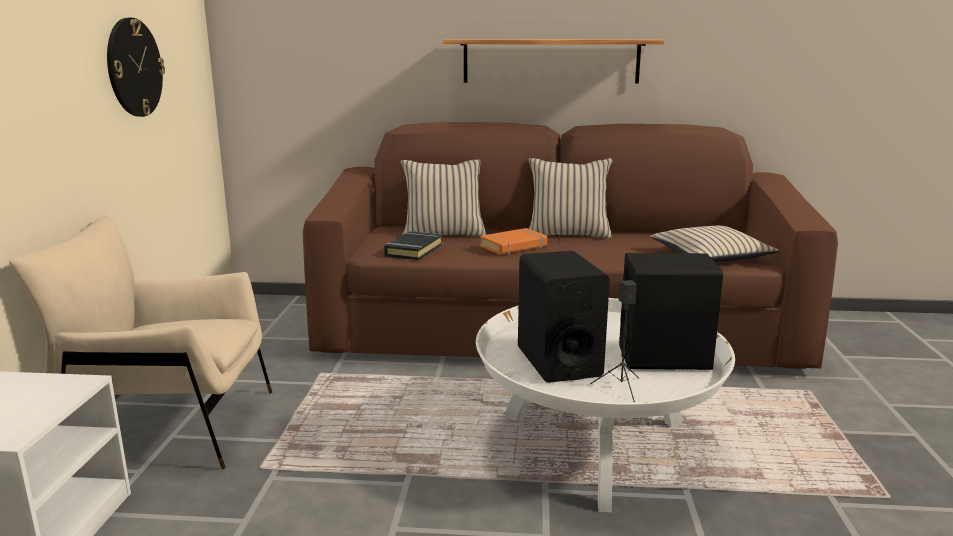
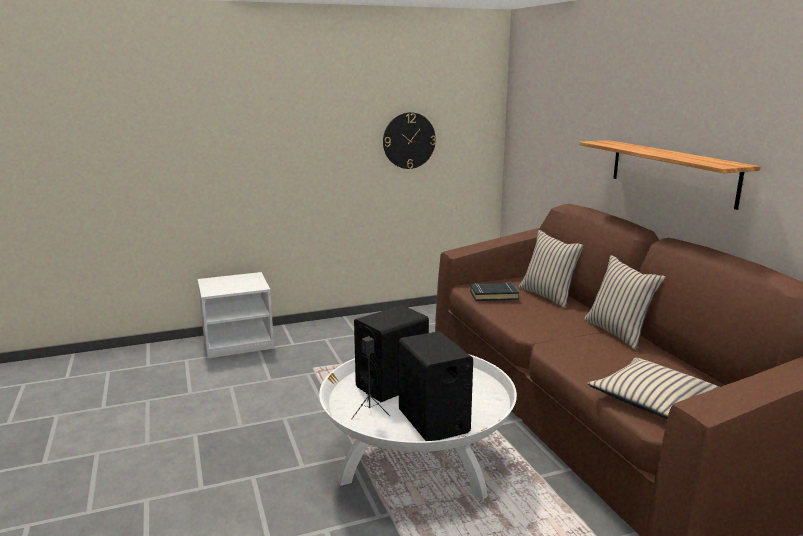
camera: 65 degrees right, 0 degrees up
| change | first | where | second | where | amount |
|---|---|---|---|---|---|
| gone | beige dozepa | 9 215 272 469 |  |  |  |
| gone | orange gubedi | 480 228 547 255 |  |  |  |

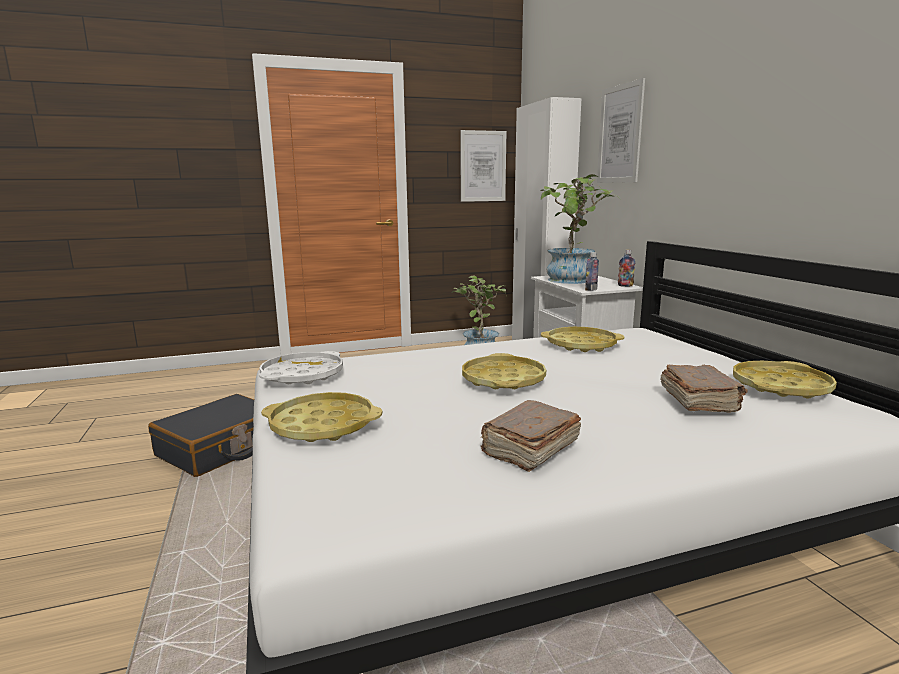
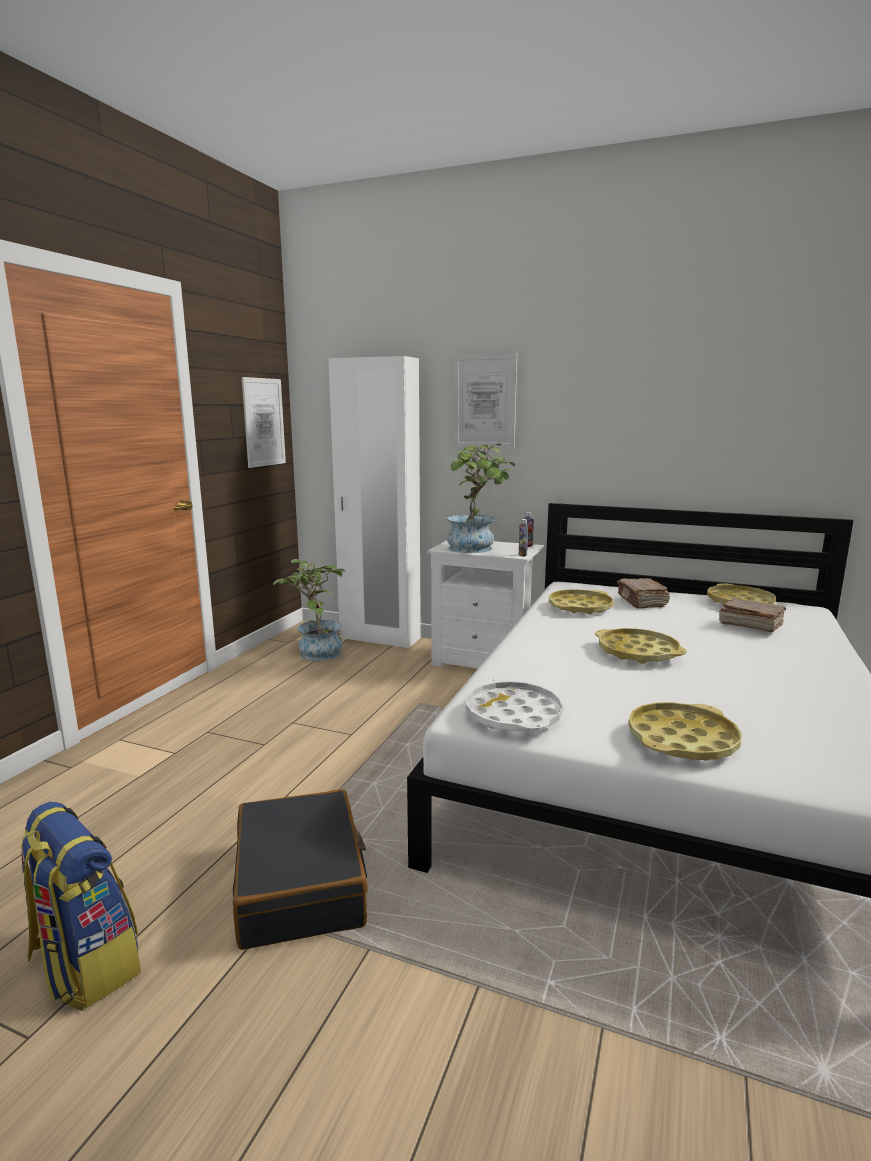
camera: 50 degrees left, 0 degrees up
| change | first | where | second | where | amount |
|---|---|---|---|---|---|
| new |  |  | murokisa | 20 802 141 1011 |  |
| shifted | brown gubedi | 481 400 581 472 |  | 617 578 670 609 |  |

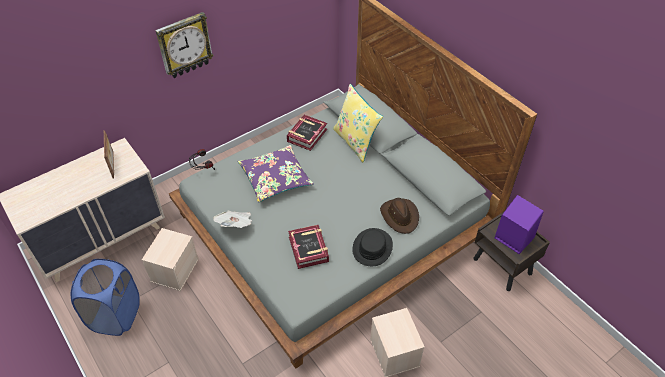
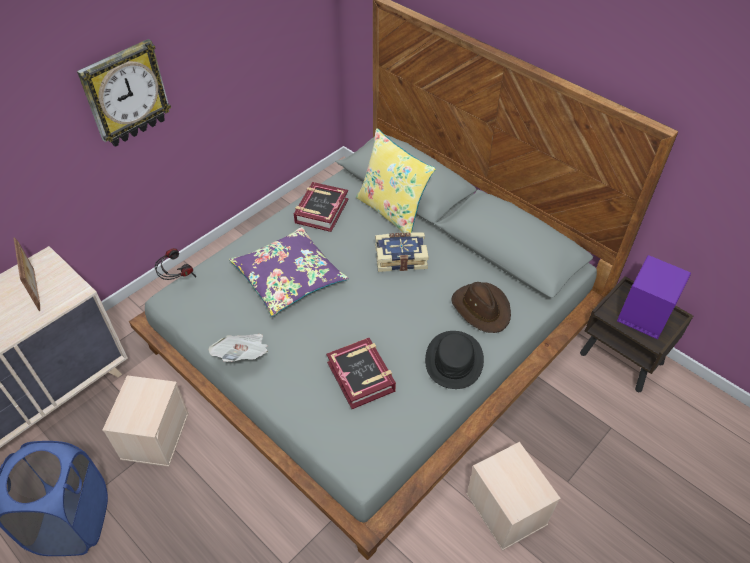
camera: 10 degrees left, 0 degrees up
| change | first | where | second | where | amount |
|---|---|---|---|---|---|
| new |  |  | gubedi | 375 232 429 272 |  |

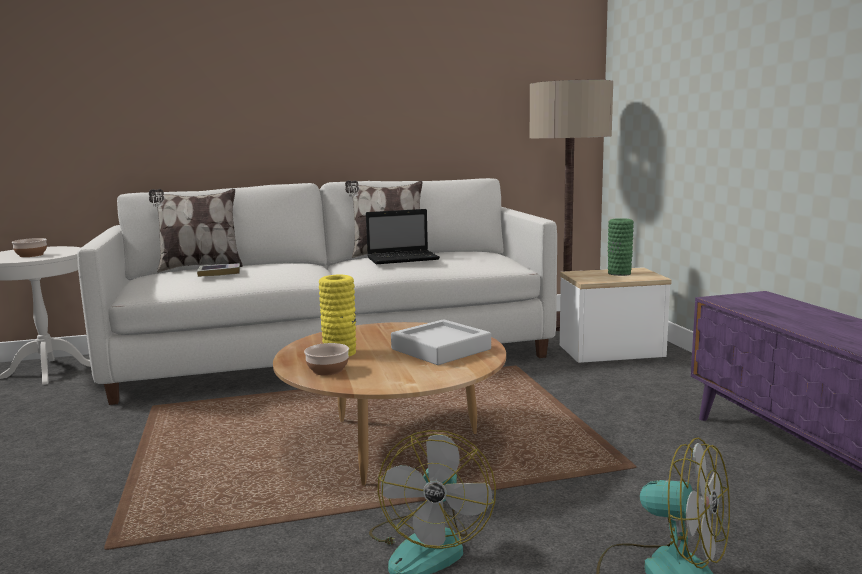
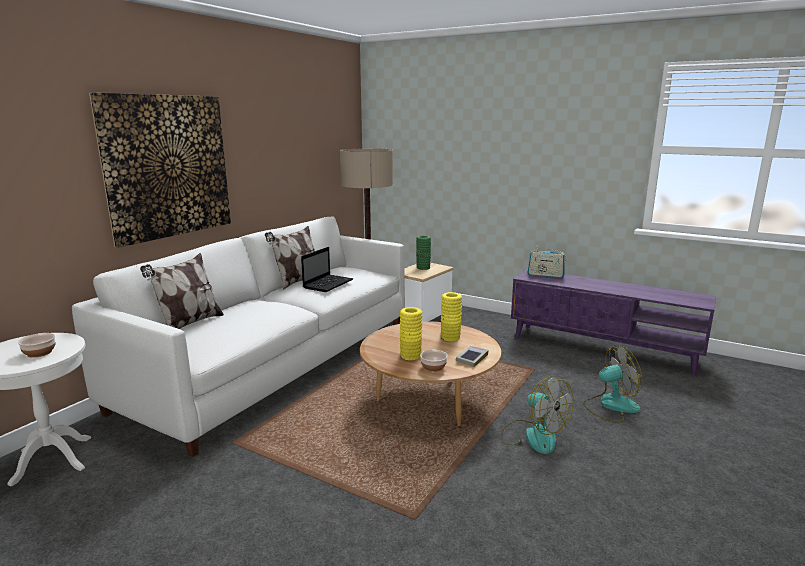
camera: 45 degrees left, 5 degrees up
| change | first | where | second | where | amount |
|---|---|---|---|---|---|
| new |  |  | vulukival | 89 92 231 248 |  |
| new |  |  | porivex | 527 249 566 278 |  |
| shifted | gubedi | 197 263 240 277 |  | 456 346 489 367 |  |
| swapped | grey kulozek | 391 319 491 365 | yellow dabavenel | 441 292 462 341 |  |

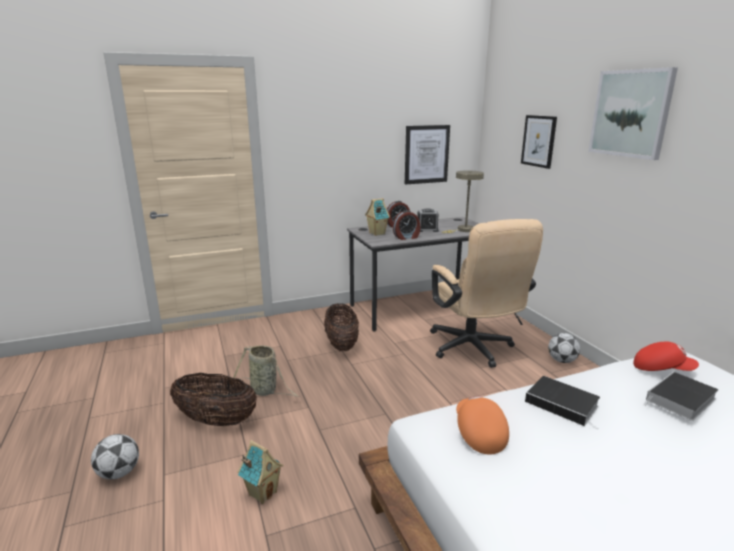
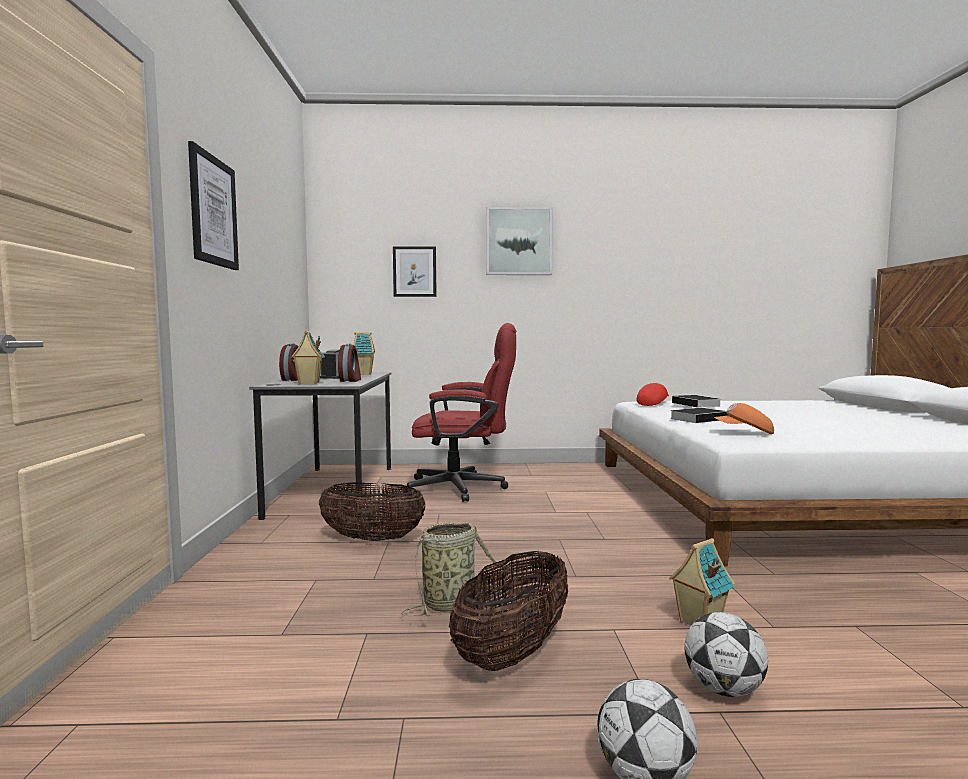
camera: 70 degrees left, 15 degrees down
| change | first | where | second | where | amount |
|---|---|---|---|---|---|
| shifted | vulukival | 405 125 450 185 |  | 188 141 239 270 |  |
| shifted | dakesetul | 548 333 580 363 |  | 684 612 768 697 |  |
| swapped | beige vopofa | 442 170 484 233 | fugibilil | 353 332 375 375 |  |
| repainted | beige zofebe | 430 219 543 368 | red zofebe | 404 323 516 502 |  |

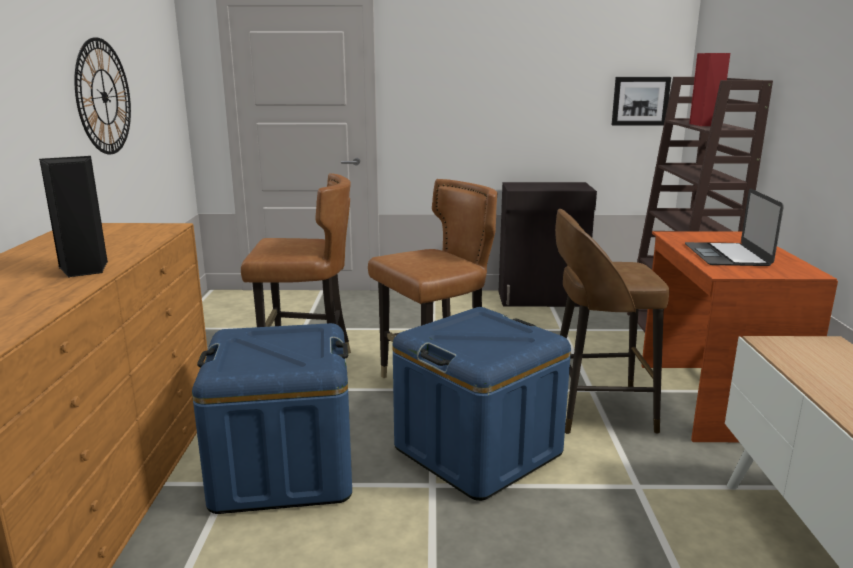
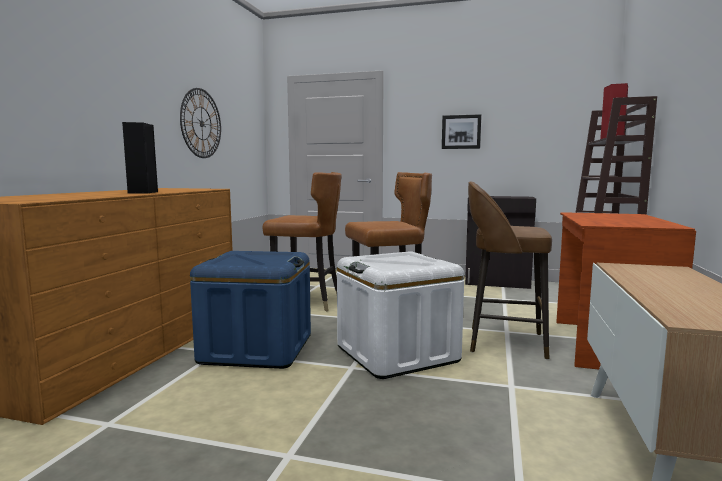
camera: 15 degrees right, 10 degrees down
| change | first | where | second | where | amount |
|---|---|---|---|---|---|
| gone | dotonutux | 685 188 784 266 |  |  |  |
| shifted | vulukival | 612 77 671 125 |  | 442 114 481 149 |  |
| repainted | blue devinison | 393 307 571 501 | white devinison | 337 251 464 379 |  |

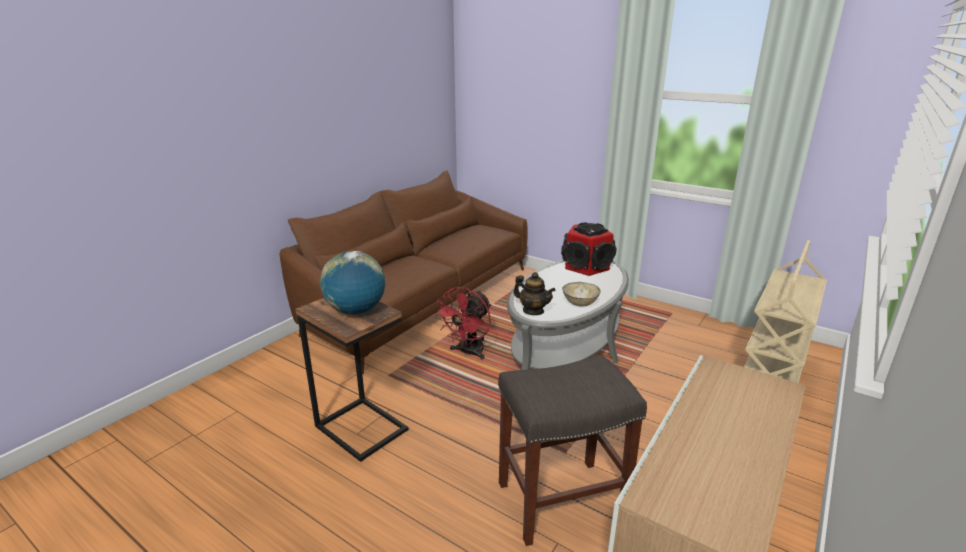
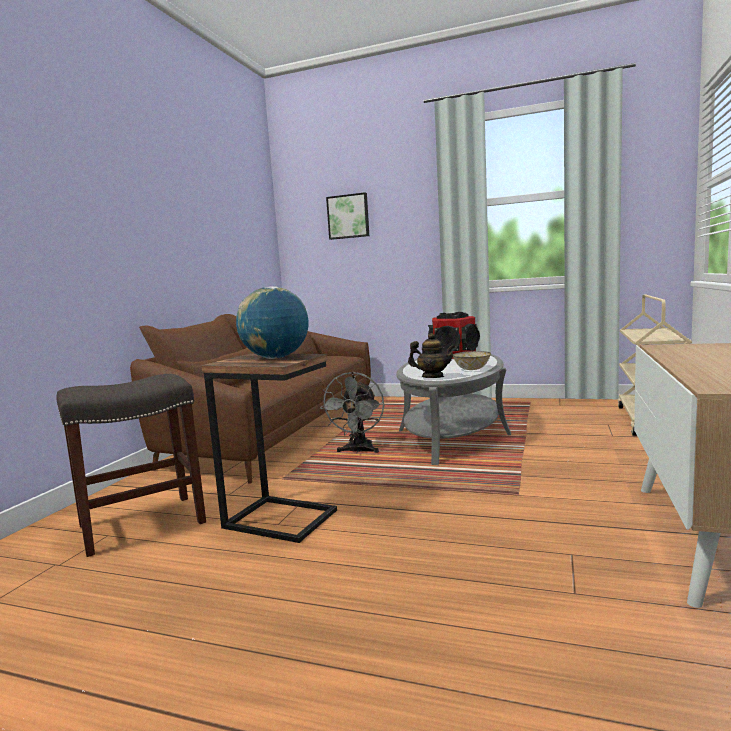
camera: 15 degrees left, 15 degrees down
| change | first | where | second | where | amount |
|---|---|---|---|---|---|
| new |  |  | vulukival | 326 192 369 240 |  |
| shifted | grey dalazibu | 498 355 647 546 |  | 57 374 206 557 |  |
| repainted | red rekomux | 434 287 491 359 | grey rekomux | 320 372 384 453 |  |

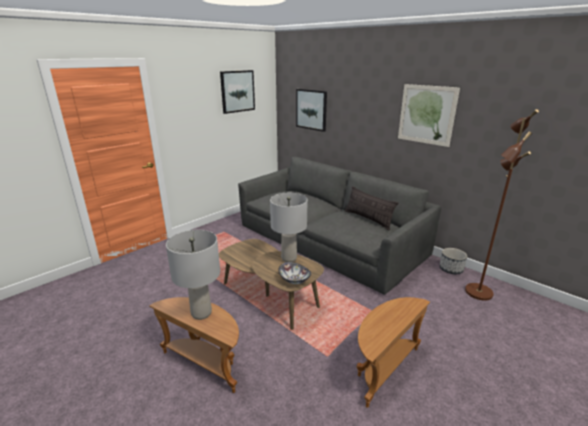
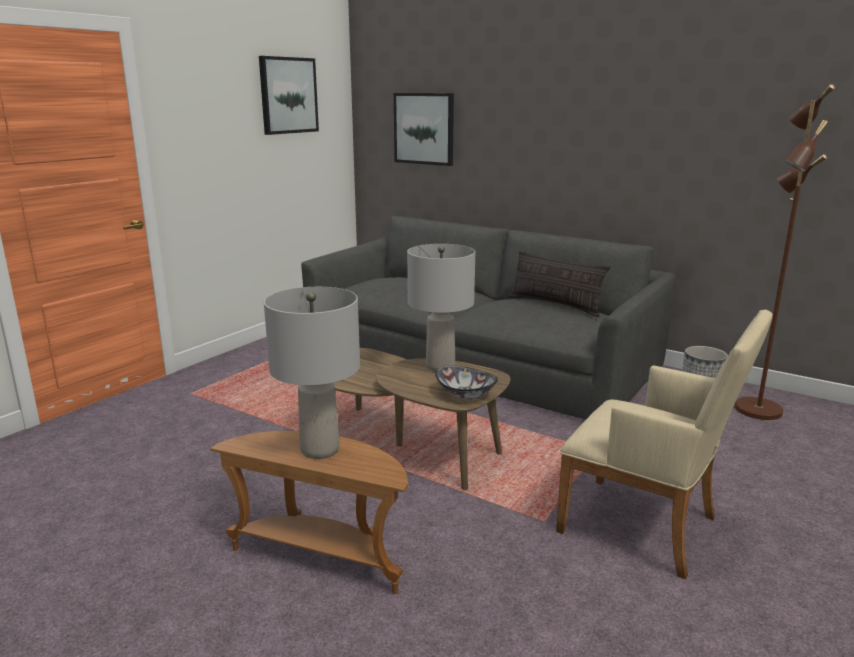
camera: 10 degrees left, 5 degrees down
| change | first | where | second | where | amount |
|---|---|---|---|---|---|
| gone | vulukival | 398 84 460 147 |  |  |  |
| swapped | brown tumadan | 356 297 430 408 | beige dozepa | 556 310 773 579 |  |

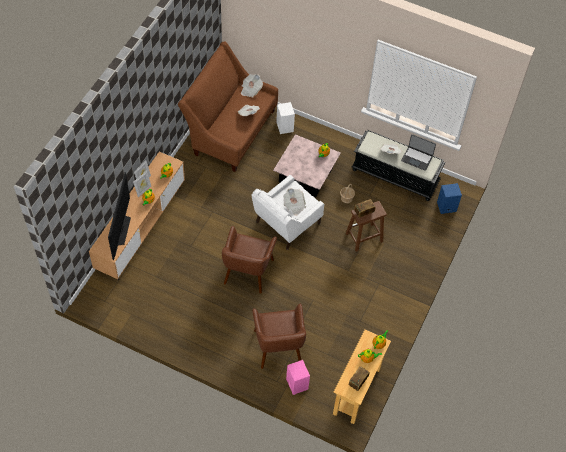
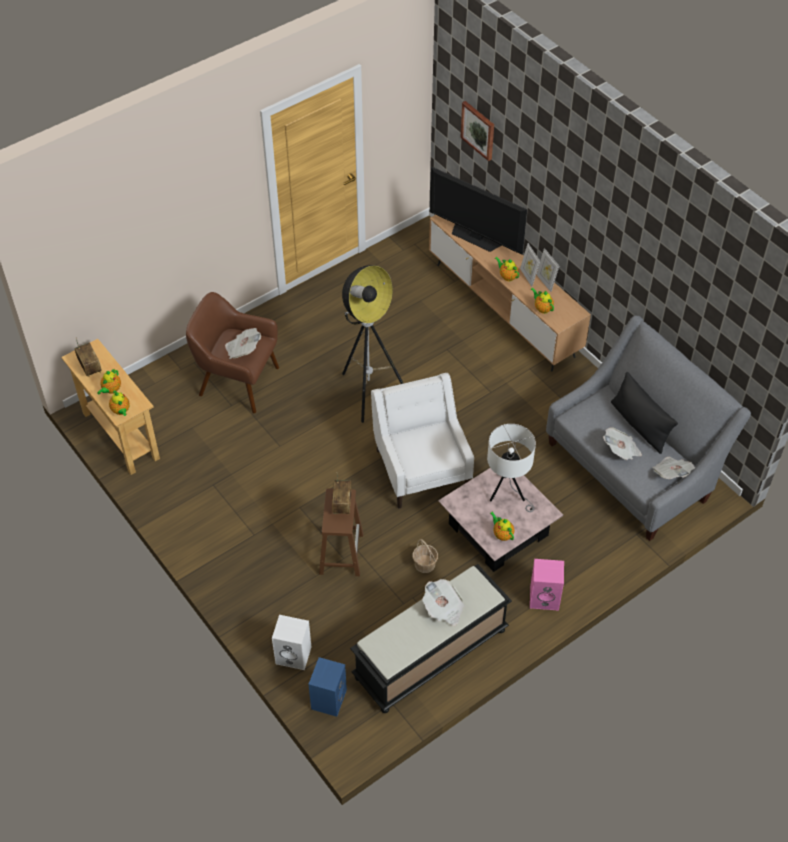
camera: 120 degrees right, 5 degrees down
| change | first | where | second | where | amount |
|---|---|---|---|---|---|
| gone | dotonutux | 401 134 436 171 |  |  |  |
| new |  |  | vulukival | 460 101 494 161 |  |
| new |  |  | white vopofa | 487 424 536 512 |  |
| new |  |  | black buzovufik | 611 372 678 454 |  |
| shifted | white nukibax | 276 102 295 134 |  | 272 615 311 670 |  |
| shifted | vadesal | 283 188 306 216 |  | 225 328 261 359 |  |
| shifted | pink nukibax | 286 360 310 395 |  | 530 559 564 611 |  |
| swapped | brown dozepa | 222 226 277 293 | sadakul | 342 265 403 423 |  |
| repainted | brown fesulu | 178 41 278 172 | grey fesulu | 546 315 751 541 |  |

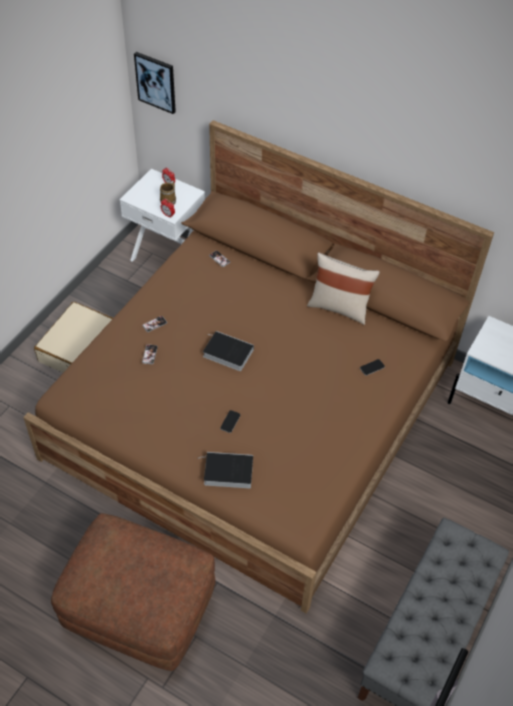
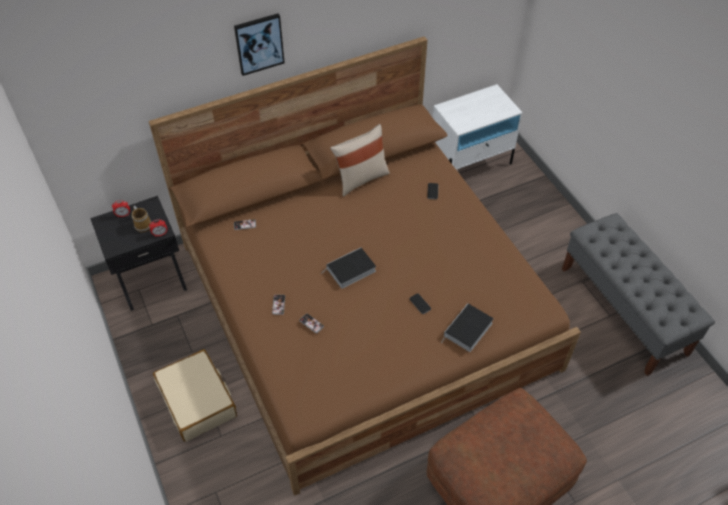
camera: 55 degrees left, 0 degrees up
| change | first | where | second | where | amount |
|---|---|---|---|---|---|
| shifted | vulukival | 134 52 176 114 |  | 234 14 285 76 |  |
| repainted | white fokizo | 120 169 205 262 | black fokizo | 90 196 187 311 |  |

